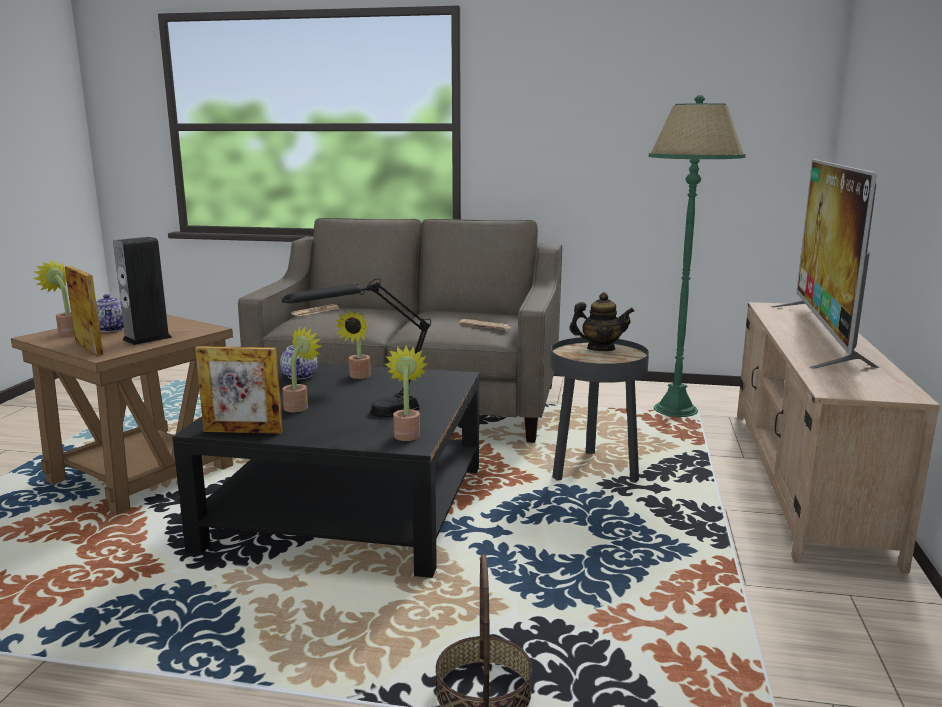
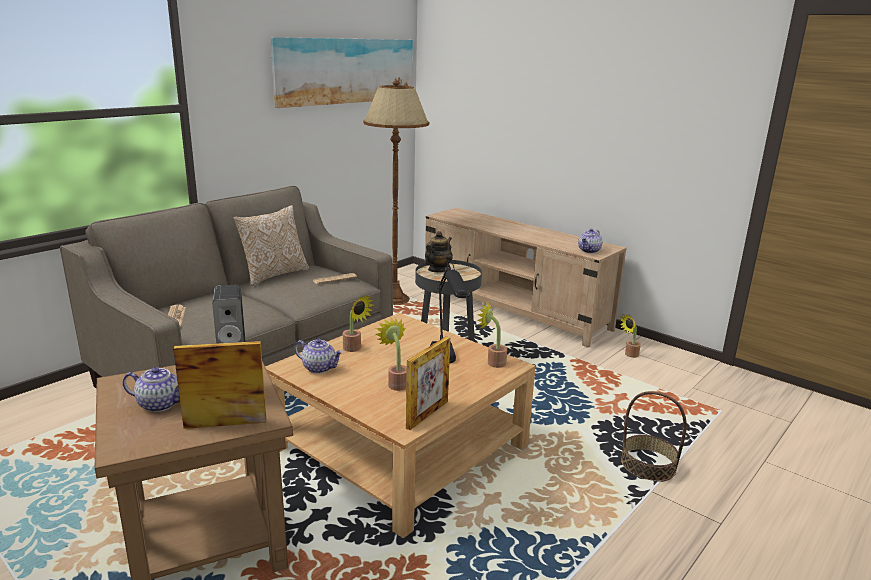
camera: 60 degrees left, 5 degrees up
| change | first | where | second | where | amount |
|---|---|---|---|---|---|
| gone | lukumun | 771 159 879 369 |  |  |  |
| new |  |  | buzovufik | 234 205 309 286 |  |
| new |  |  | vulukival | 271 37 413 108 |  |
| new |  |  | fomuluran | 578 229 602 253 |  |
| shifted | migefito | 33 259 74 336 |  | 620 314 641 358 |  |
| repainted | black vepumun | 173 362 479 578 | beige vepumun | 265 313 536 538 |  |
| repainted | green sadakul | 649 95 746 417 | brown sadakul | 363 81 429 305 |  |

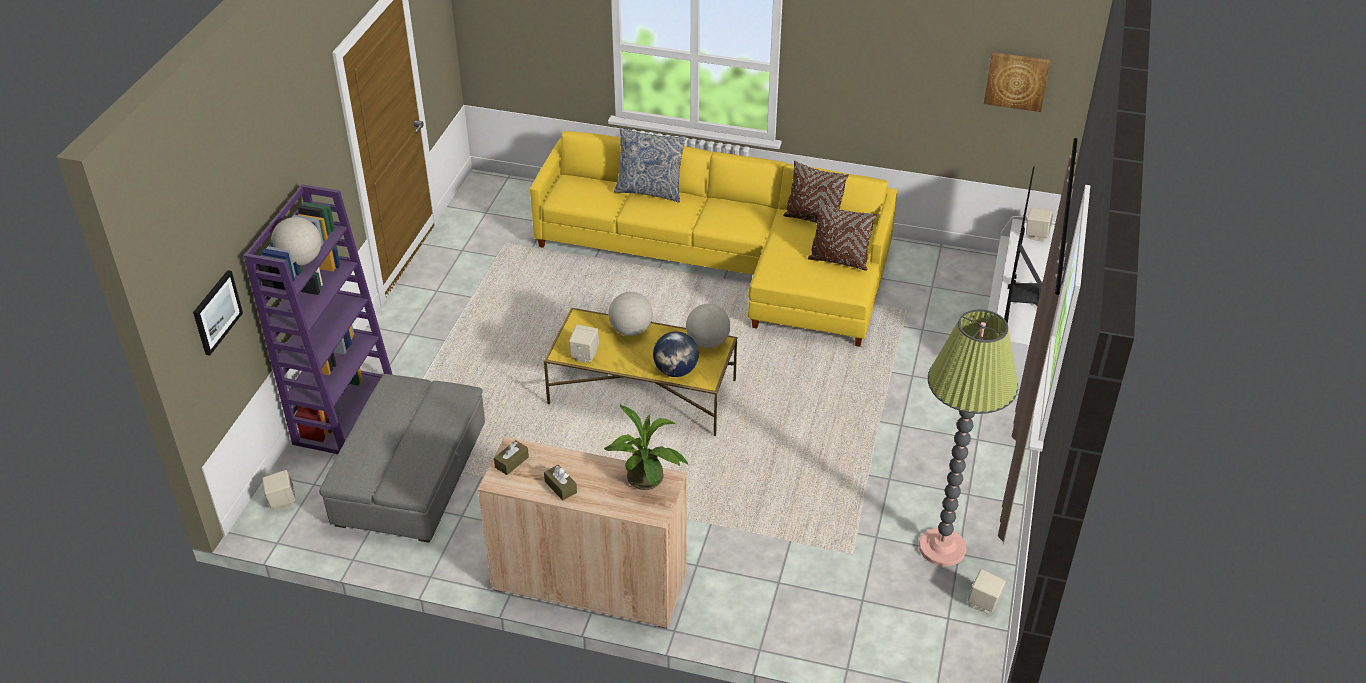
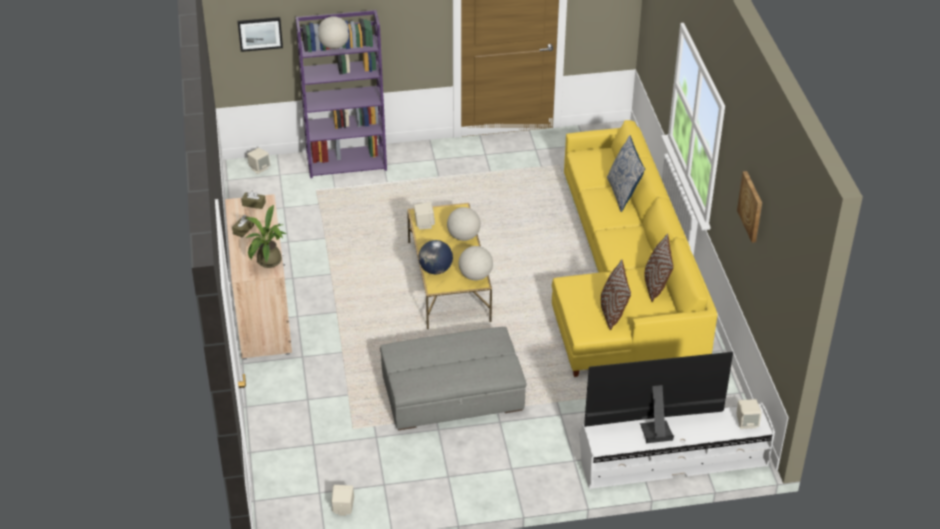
camera: 65 degrees right, 0 degrees up
| change | first | where | second | where | amount |
|---|---|---|---|---|---|
| gone | sadakul | 919 309 1018 566 |  |  |  |
| shifted | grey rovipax | 319 374 485 543 |  | 380 327 527 430 |  |
| shifted | vulukival | 984 52 1051 112 |  | 737 171 762 243 |  |

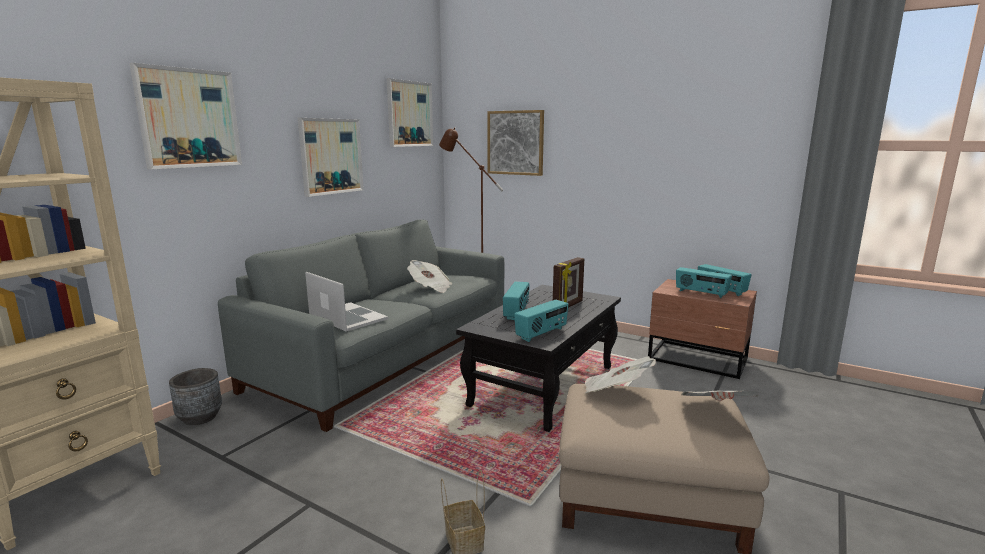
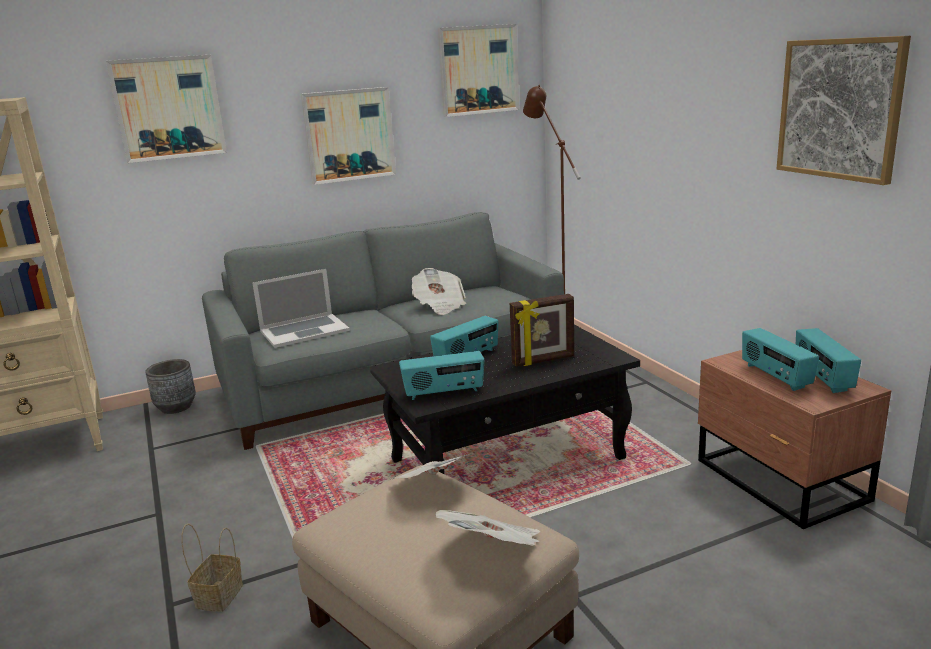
camera: 35 degrees right, 5 degrees up
| change | first | where | second | where | amount |
|---|---|---|---|---|---|
| shifted | vulukival | 487 110 544 176 |  | 777 35 911 185 |  |
| rotated | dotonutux | 305 272 388 332 |  | 253 269 350 348 | 75 degrees clockwise |

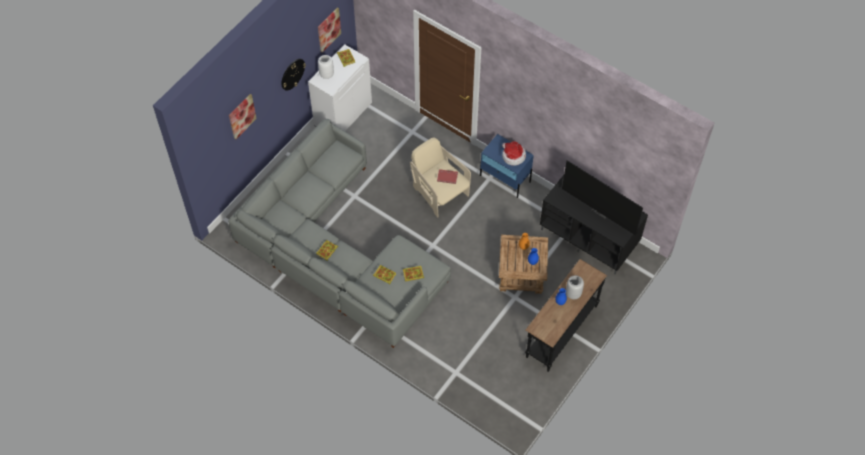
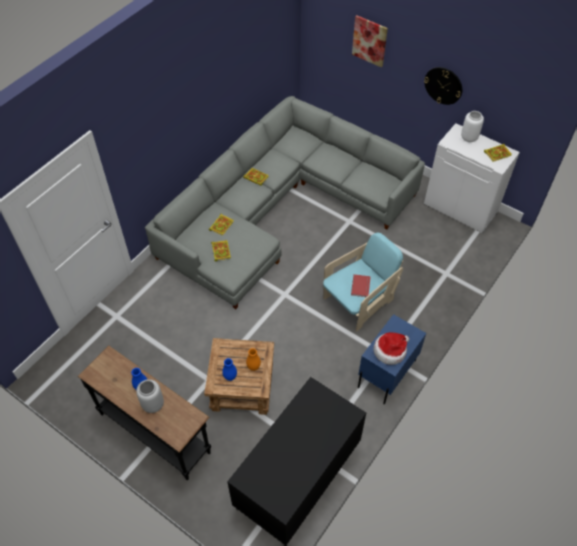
camera: 90 degrees right, 5 degrees down
| change | first | where | second | where | amount |
|---|---|---|---|---|---|
| gone | vulukival | 318 7 341 53 |  |  |  |
| gone | lukumun | 562 160 643 235 |  |  |  |
| repainted | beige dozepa | 410 137 471 218 | turquoise dozepa | 323 233 403 332 |  |

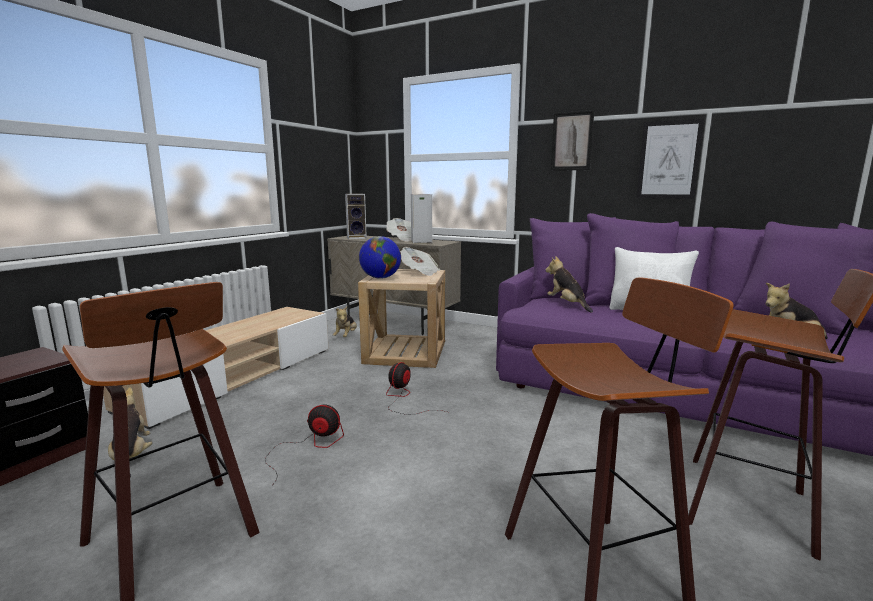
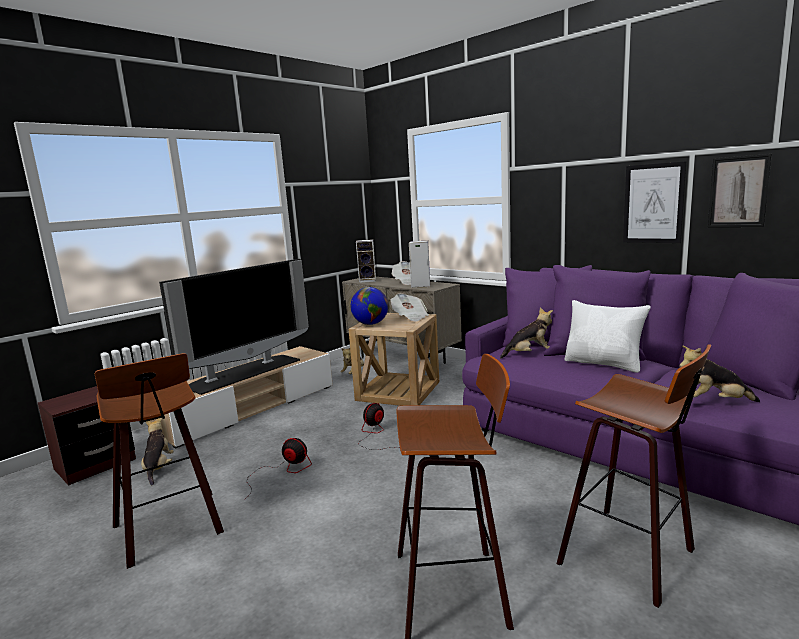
camera: 15 degrees right, 0 degrees up
| change | first | where | second | where | amount |
|---|---|---|---|---|---|
| new |  |  | lukumun | 159 259 309 395 |  |
| shifted | vulukival | 551 110 594 171 |  | 708 154 772 227 |  |
| rotated | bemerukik | 545 256 593 313 |  | 500 308 553 359 | 90 degrees clockwise |

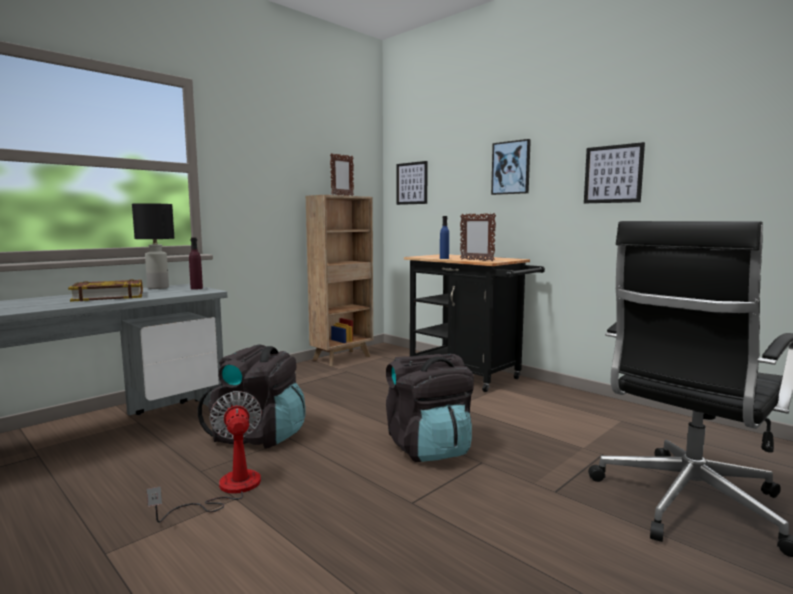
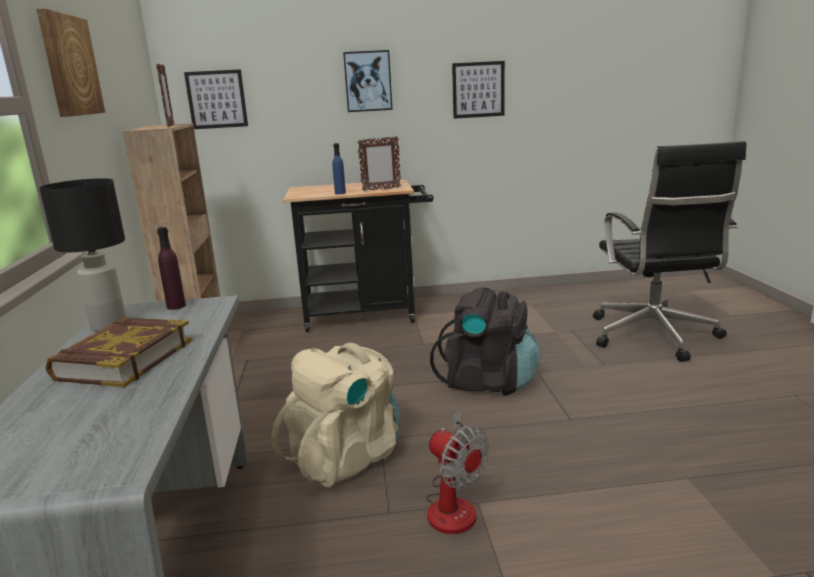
camera: 50 degrees left, 10 degrees up
| change | first | where | second | where | amount |
|---|---|---|---|---|---|
| new |  |  | vulukival | 36 9 105 117 |  |
| repainted | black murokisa | 198 344 306 448 | beige murokisa | 271 343 399 487 |  |
| rotated | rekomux | 147 391 262 523 |  | 426 411 489 534 | 150 degrees counterclockwise |

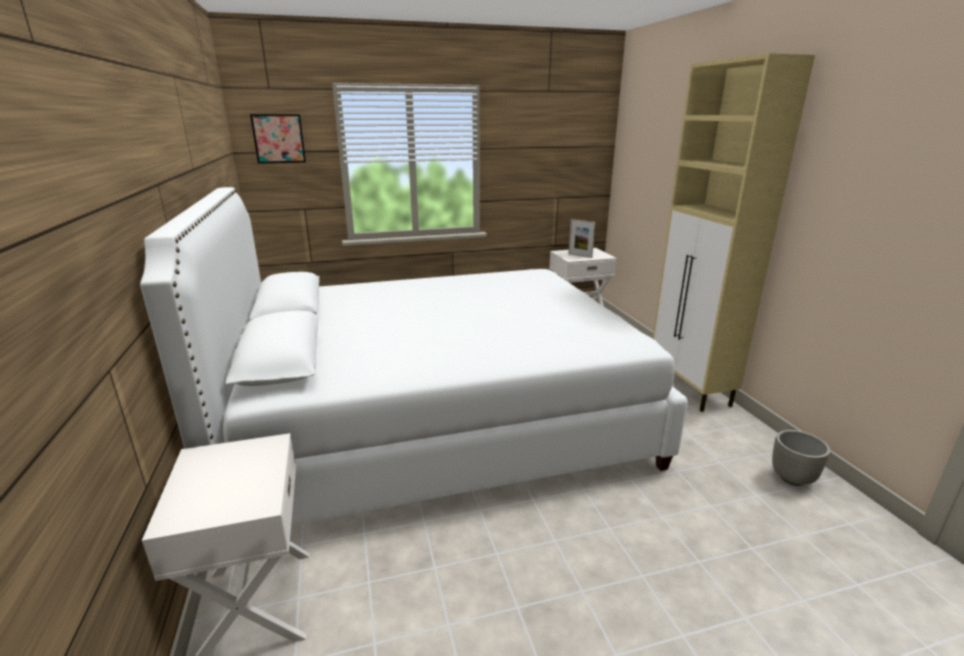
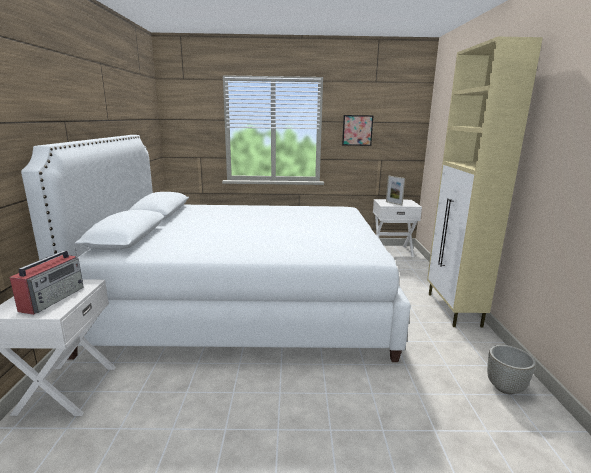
camera: 15 degrees right, 5 degrees down
| change | first | where | second | where | amount |
|---|---|---|---|---|---|
| new |  |  | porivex | 9 248 84 315 |  |
| shifted | vulukival | 250 114 306 164 |  | 342 115 374 146 |  |

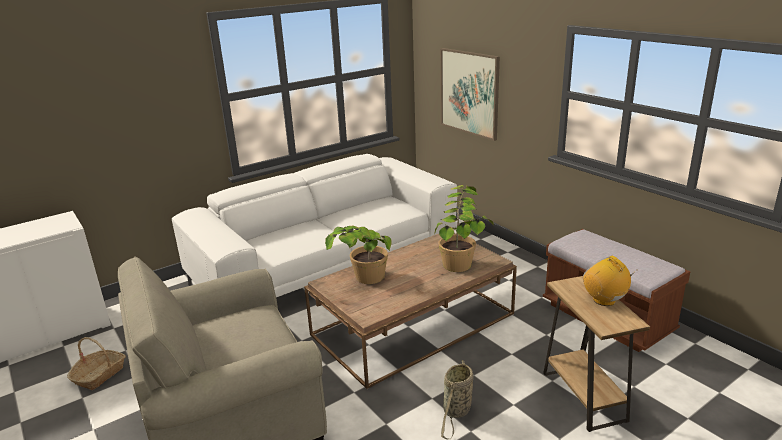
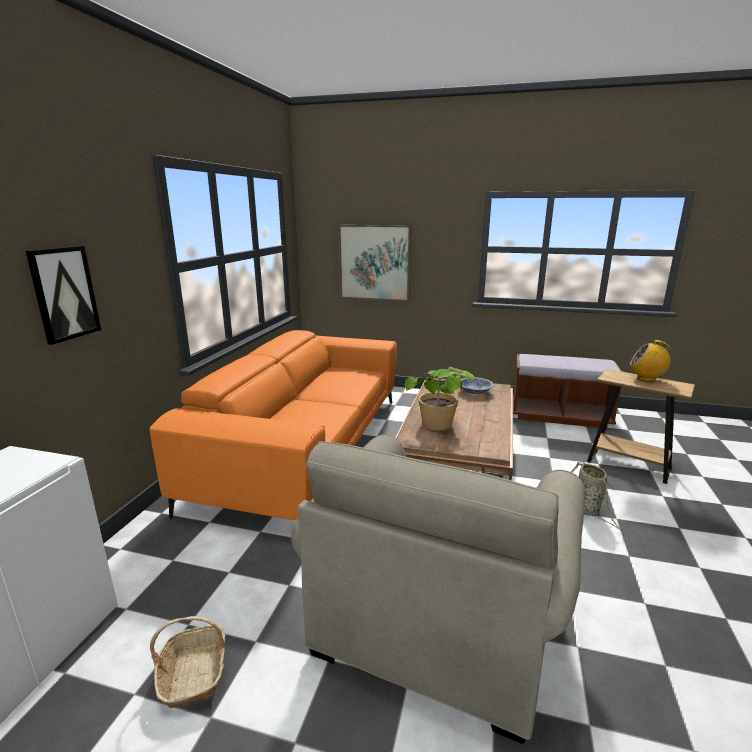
camera: 40 degrees left, 5 degrees down
| change | first | where | second | where | amount |
|---|---|---|---|---|---|
| new |  |  | vulukival | 25 246 101 345 |  |
| swapped | migefito | 435 185 494 272 | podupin | 460 377 494 394 |  |
| repainted | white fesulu | 172 154 457 297 | orange fesulu | 150 330 397 521 |  |

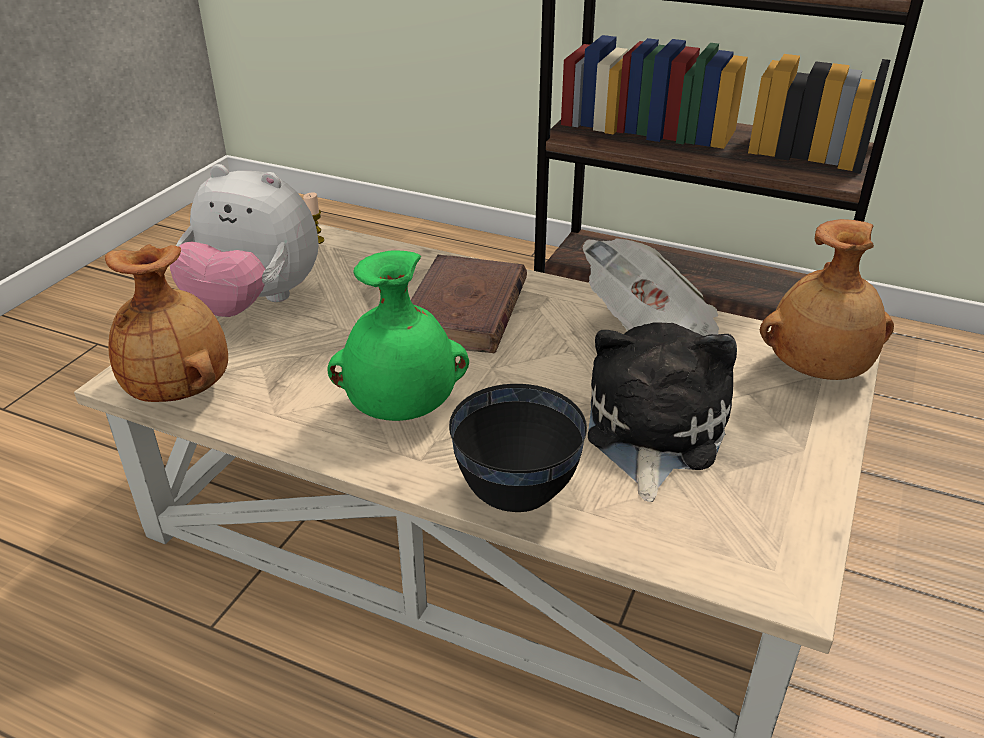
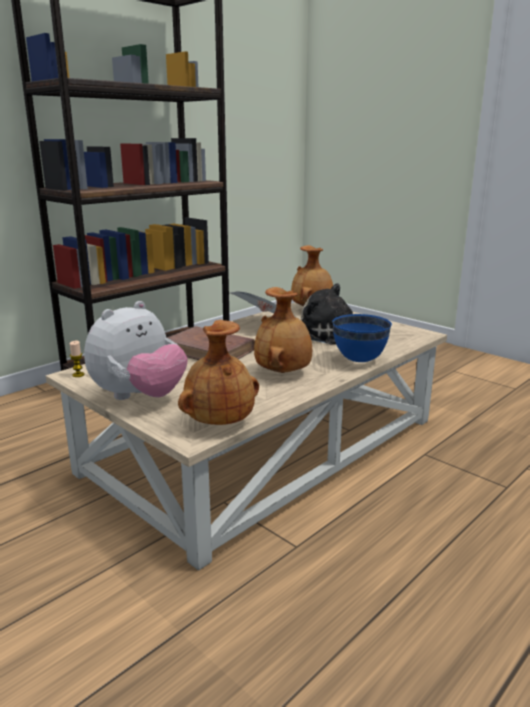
camera: 70 degrees left, 15 degrees down
| change | first | where | second | where | amount |
|---|---|---|---|---|---|
| repainted | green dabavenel | 327 250 469 421 | brown dabavenel | 254 287 312 373 |  |
| repainted | black podupin | 449 384 587 512 | blue podupin | 332 314 392 362 |  |

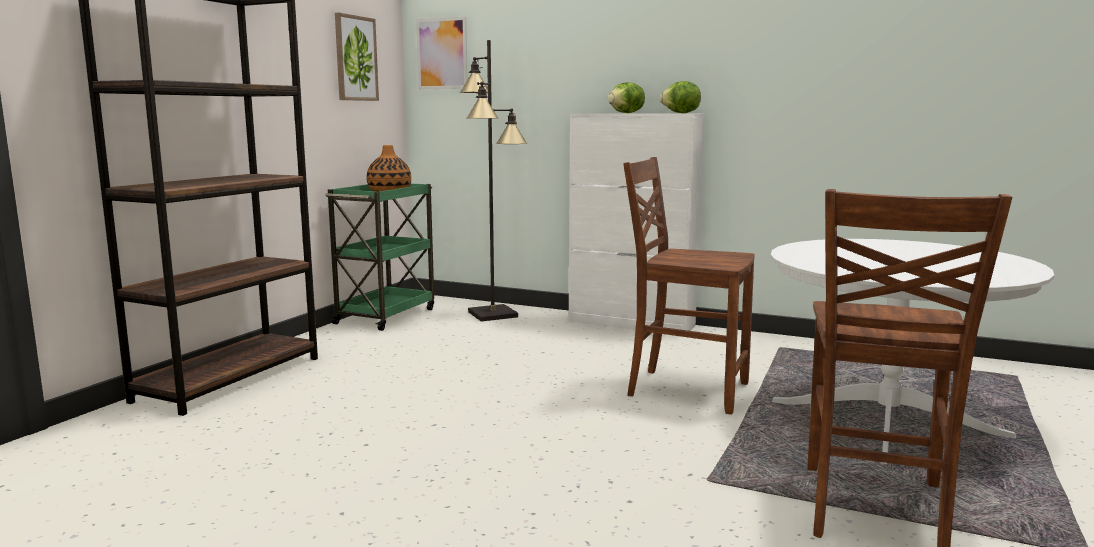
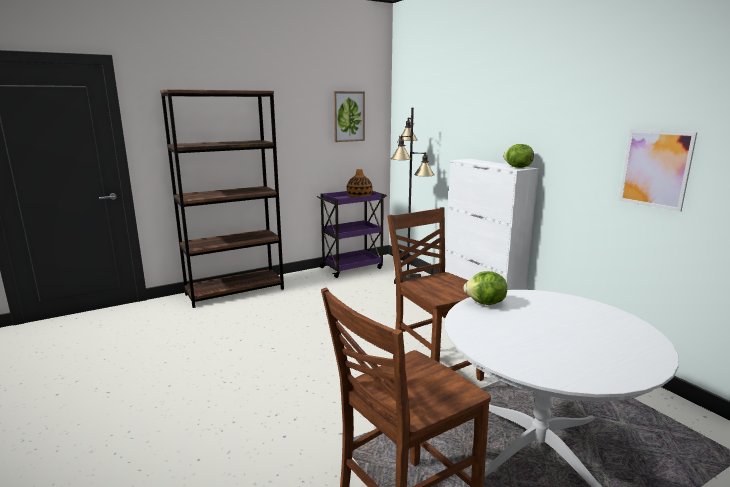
camera: 35 degrees right, 5 degrees up
| change | first | where | second | where | amount |
|---|---|---|---|---|---|
| shifted | vulukival | 416 17 468 89 |  | 619 129 697 212 |  |
| shifted | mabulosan | 608 82 645 113 |  | 463 271 507 305 |  |
| repainted | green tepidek | 325 184 434 331 | purple tepidek | 317 191 387 278 |  |

